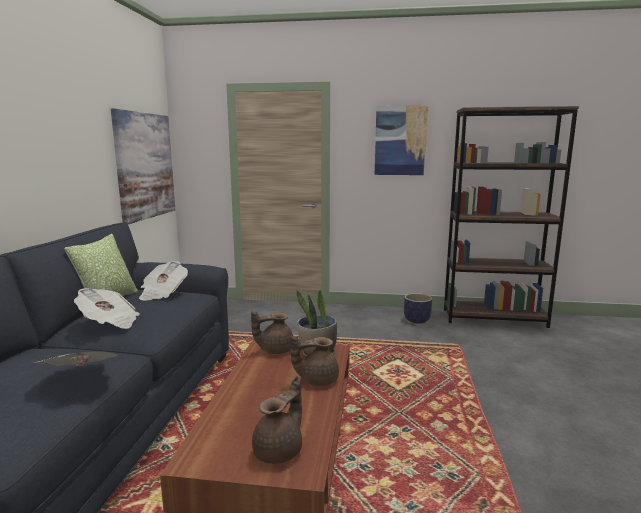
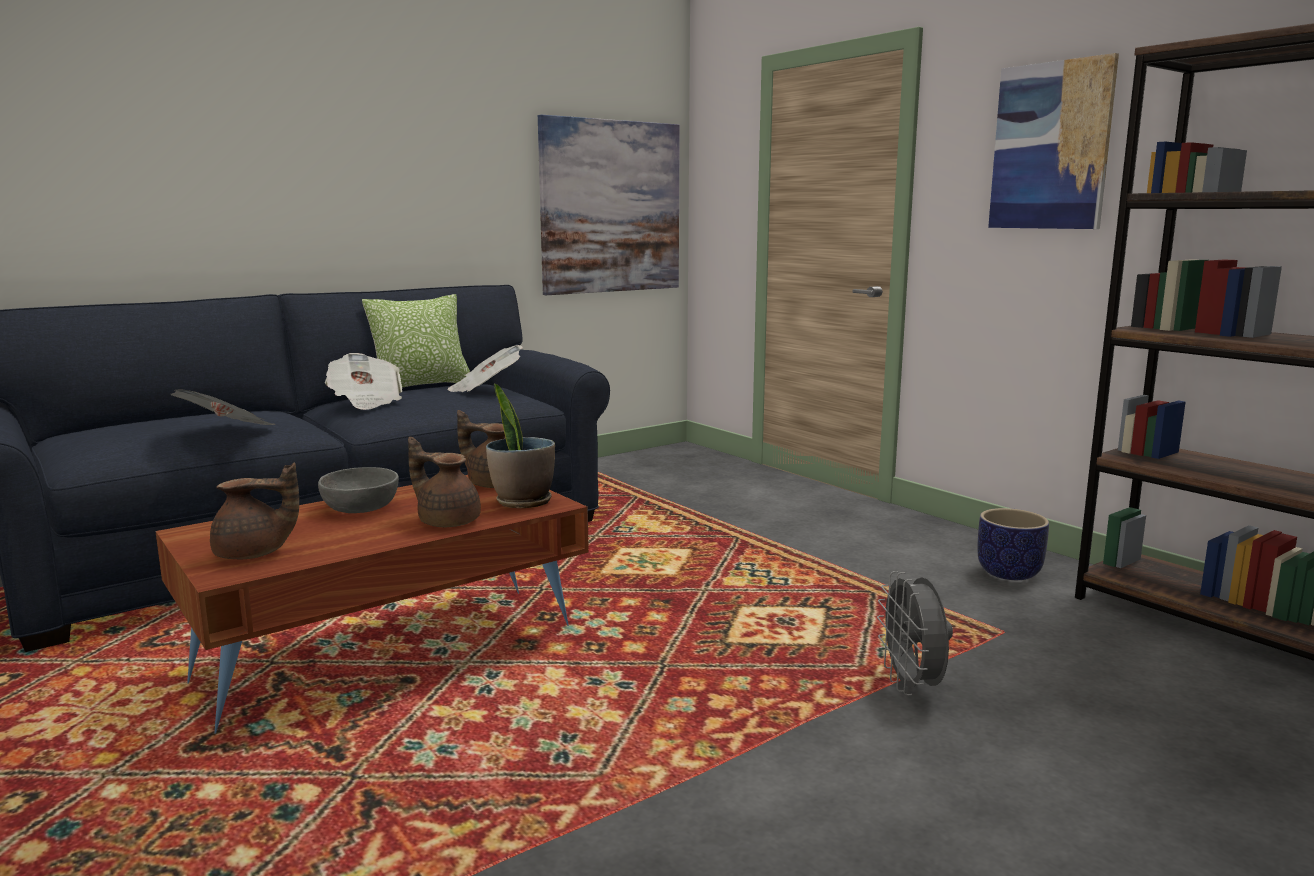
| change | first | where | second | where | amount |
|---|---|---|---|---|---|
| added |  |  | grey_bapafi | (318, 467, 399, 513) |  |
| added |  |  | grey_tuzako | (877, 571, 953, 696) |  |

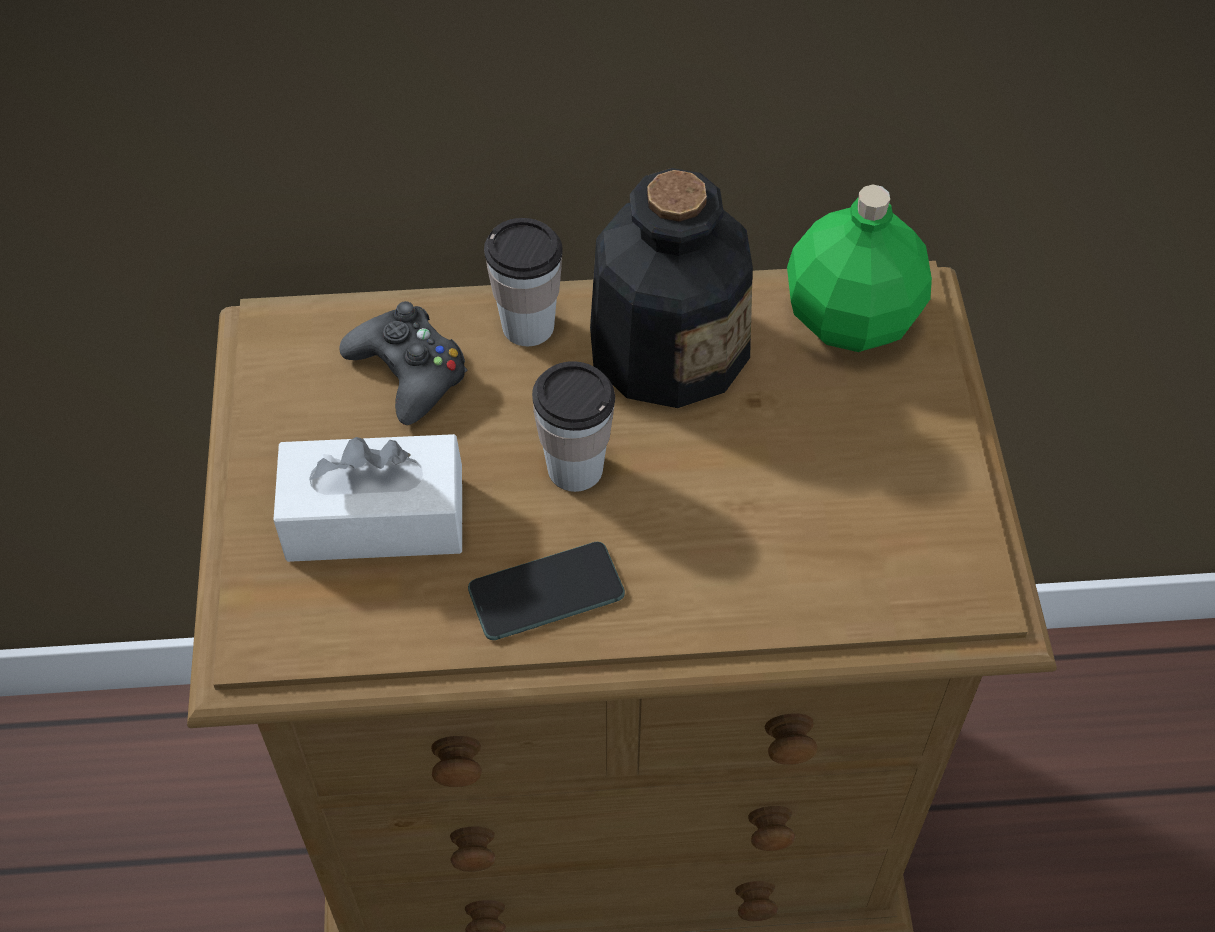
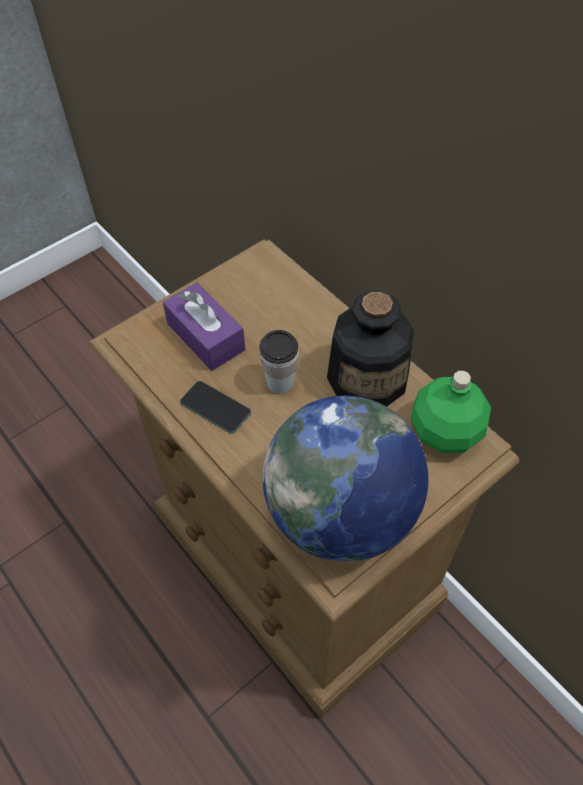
| change | first | where | second | where | amount |
|---|---|---|---|---|---|
| recoloured | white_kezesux | (273, 434, 462, 562) | purple_kezesux | (163, 282, 245, 371) |  |
| added |  |  | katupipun | (263, 395, 428, 562) |  |
| removed | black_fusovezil | (339, 301, 467, 425) |  |  |  |
| removed | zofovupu | (484, 218, 563, 346) |  |  |  |

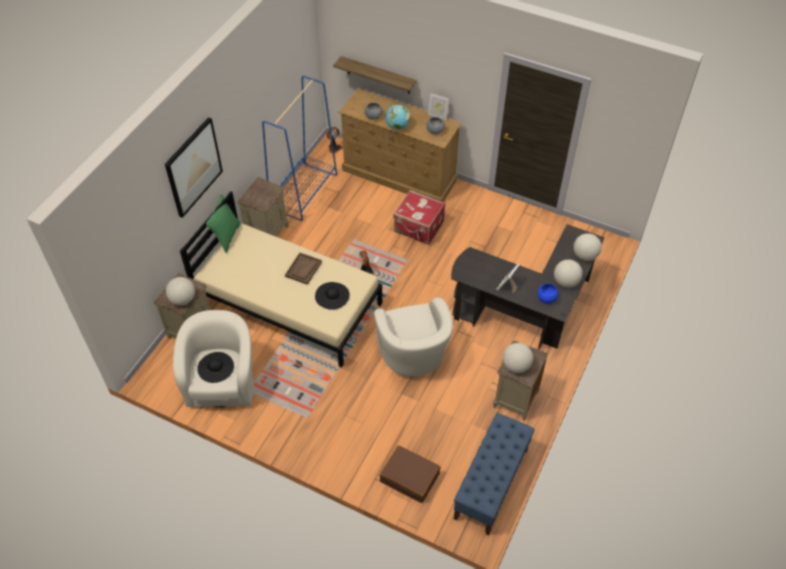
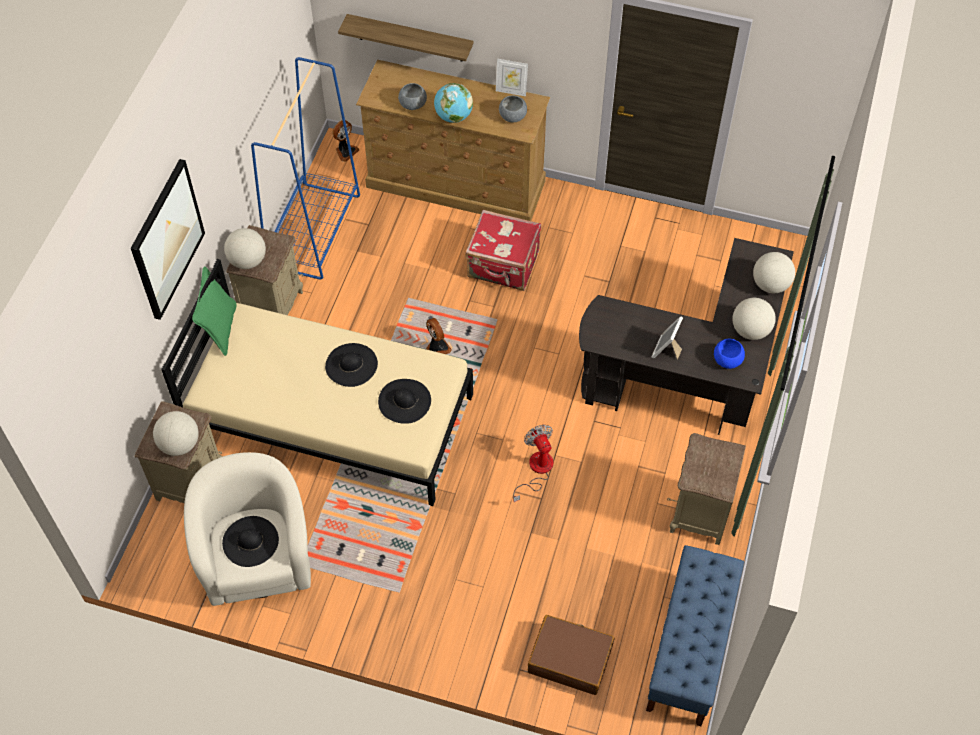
| change | first | where | second | where | amount |
|---|---|---|---|---|---|
| moved | katupipun | (503, 343, 533, 373) |  | (224, 228, 266, 269) |  |
| replaced | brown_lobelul | (285, 252, 322, 285) | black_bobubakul | (325, 343, 378, 387) |  |
| replaced | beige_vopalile | (374, 297, 453, 376) | tuzako | (513, 425, 553, 502) |  |

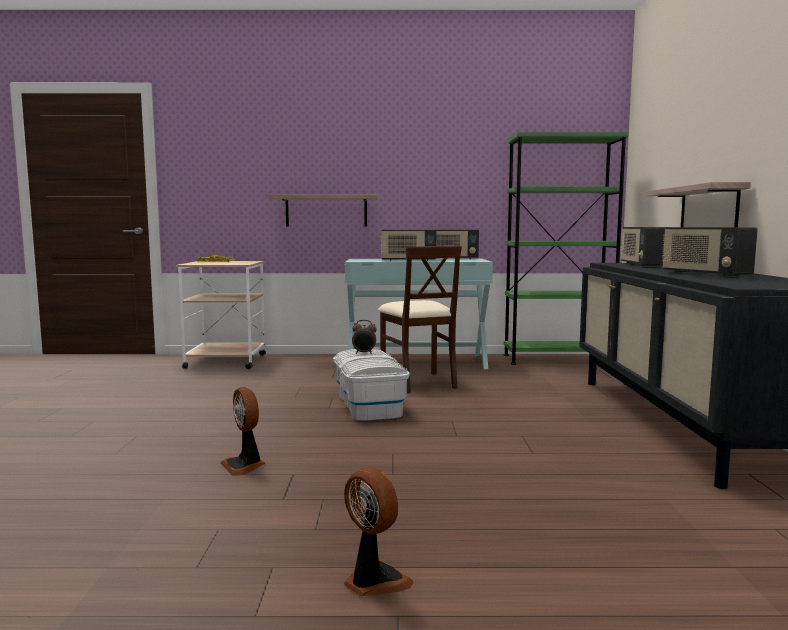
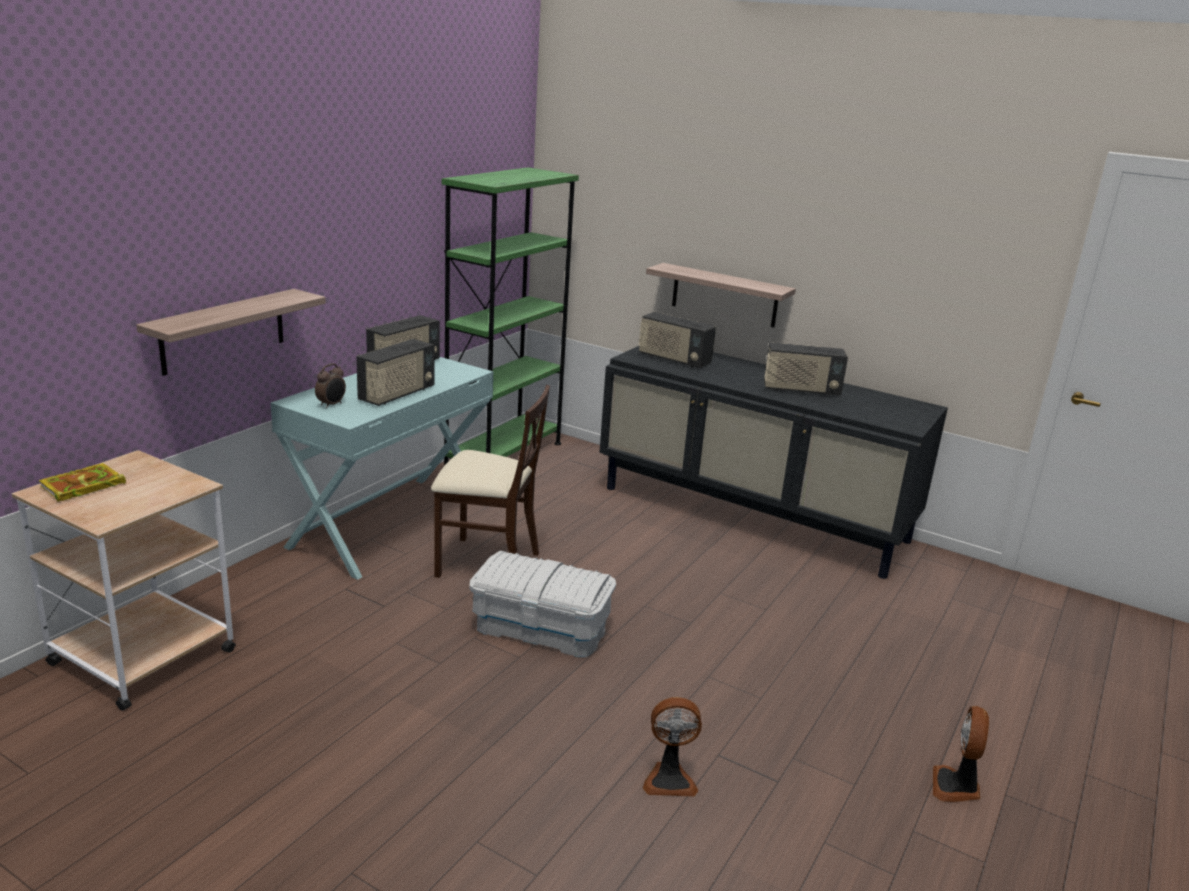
| change | first | where | second | where | amount |
|---|---|---|---|---|---|
| moved | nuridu | (352, 320, 377, 354) |  | (315, 363, 346, 408) |  |
| turned | tuzako | (344, 467, 414, 596) |  | (933, 706, 989, 802) | 60 degrees counterclockwise |

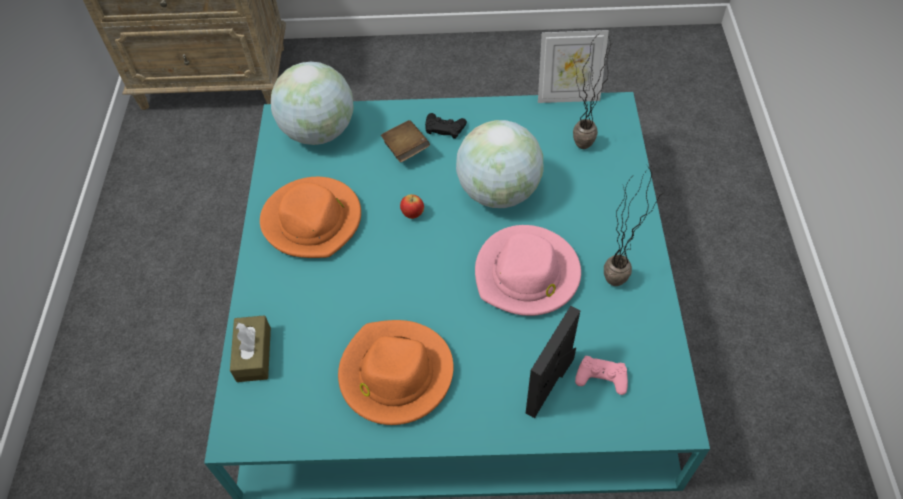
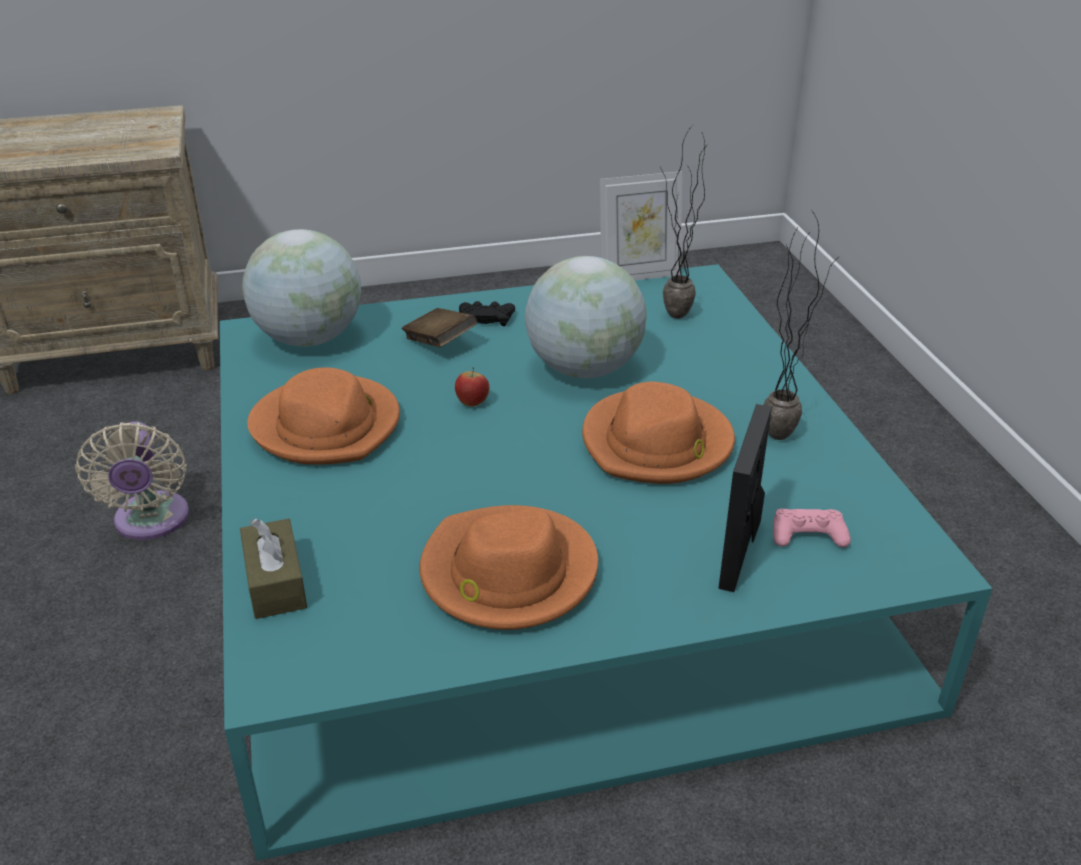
| change | first | where | second | where | amount |
|---|---|---|---|---|---|
| added |  |  | beige_tuzako | (75, 422, 189, 540) |  |
| recoloured | pink_bobubakul | (475, 225, 581, 316) | orange_bobubakul | (582, 382, 735, 484) |  |

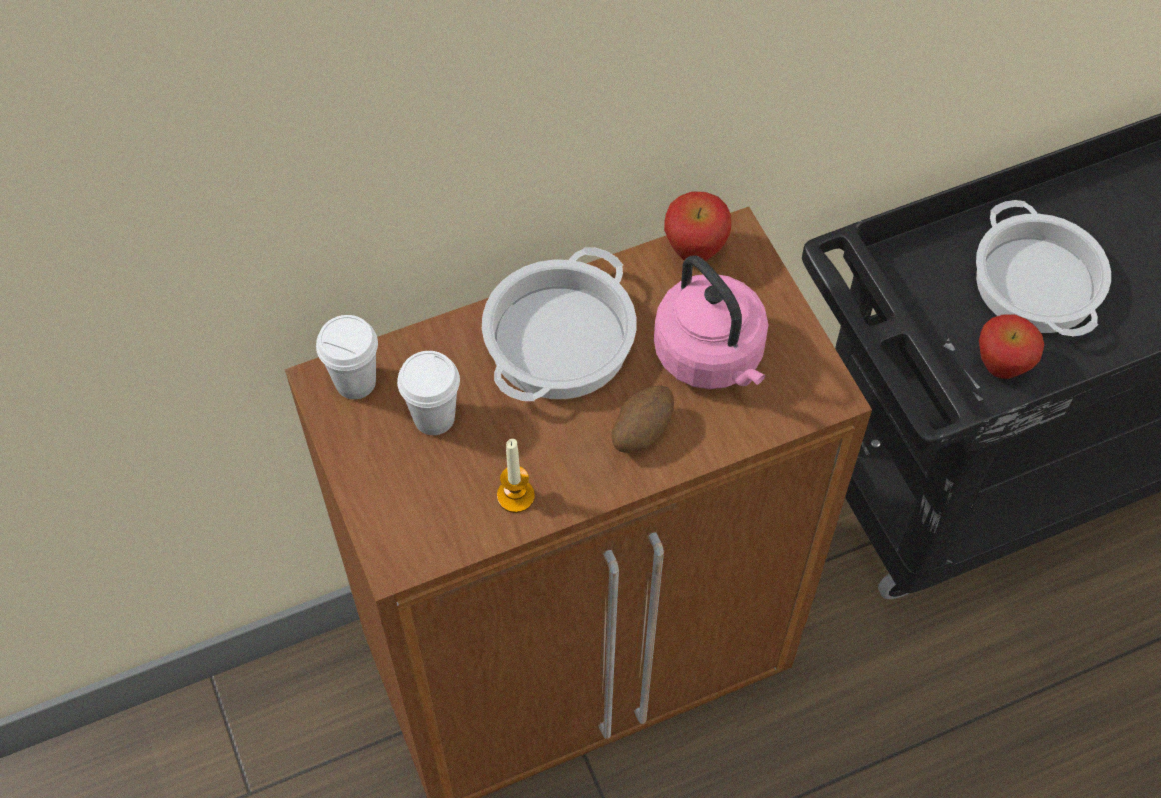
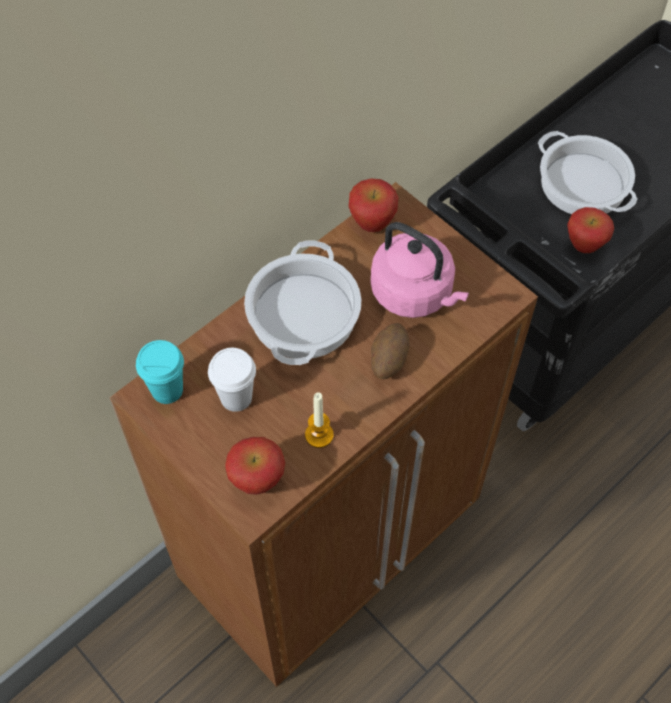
| change | first | where | second | where | amount |
|---|---|---|---|---|---|
| recoloured | white_zofovupu | (316, 315, 378, 399) | turquoise_zofovupu | (136, 340, 184, 404) |  |
| added |  |  | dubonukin | (225, 437, 285, 494) |  |

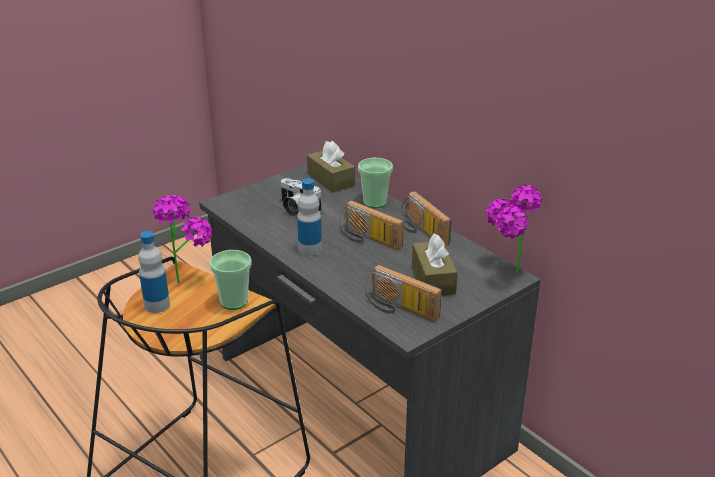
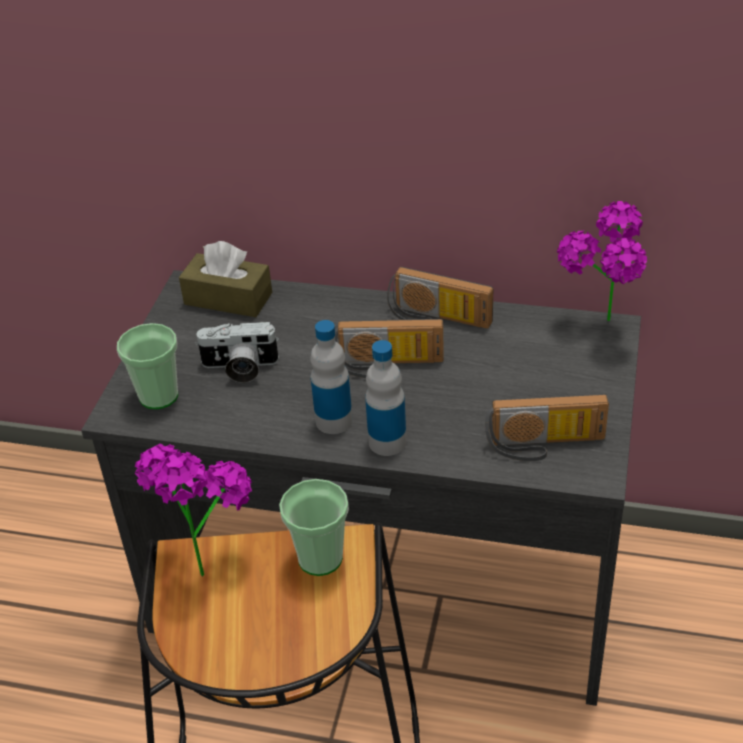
| change | first | where | second | where | amount |
|---|---|---|---|---|---|
| moved | zofovupu | (358, 158, 393, 208) |  | (117, 323, 178, 409) |  |
| moved | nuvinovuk | (138, 231, 170, 313) |  | (365, 340, 407, 456) |  |
| removed | brown_kezesux | (412, 233, 458, 296) |  |  |  |

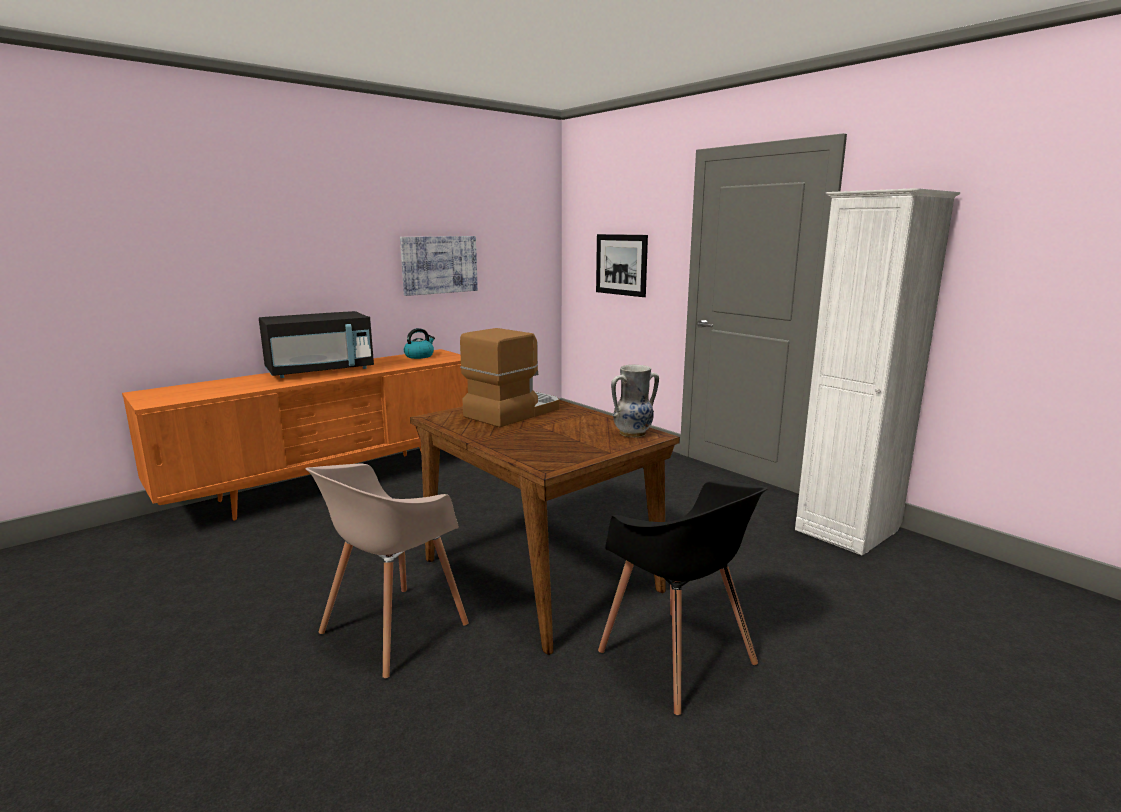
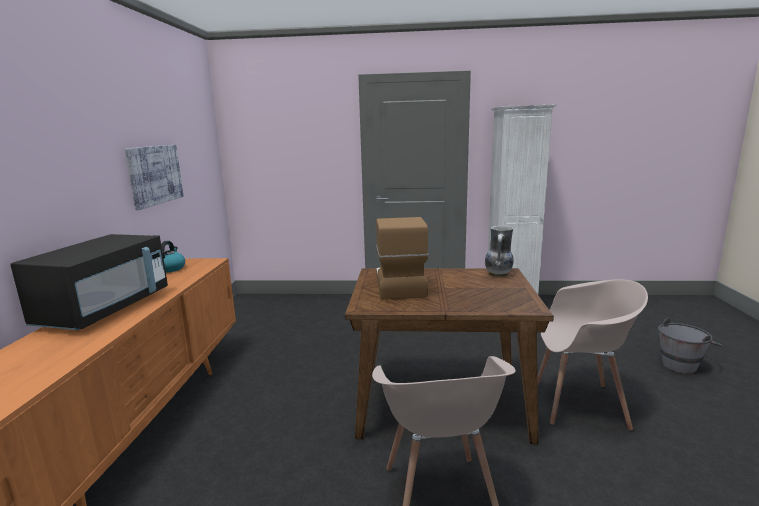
| change | first | where | second | where | amount |
|---|---|---|---|---|---|
| recoloured | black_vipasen | (598, 481, 768, 715) | beige_vipasen | (537, 279, 648, 430) |  |
| added |  |  | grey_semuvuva | (658, 319, 722, 374) |  |
| removed | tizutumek | (596, 234, 648, 297) |  |  |  |

